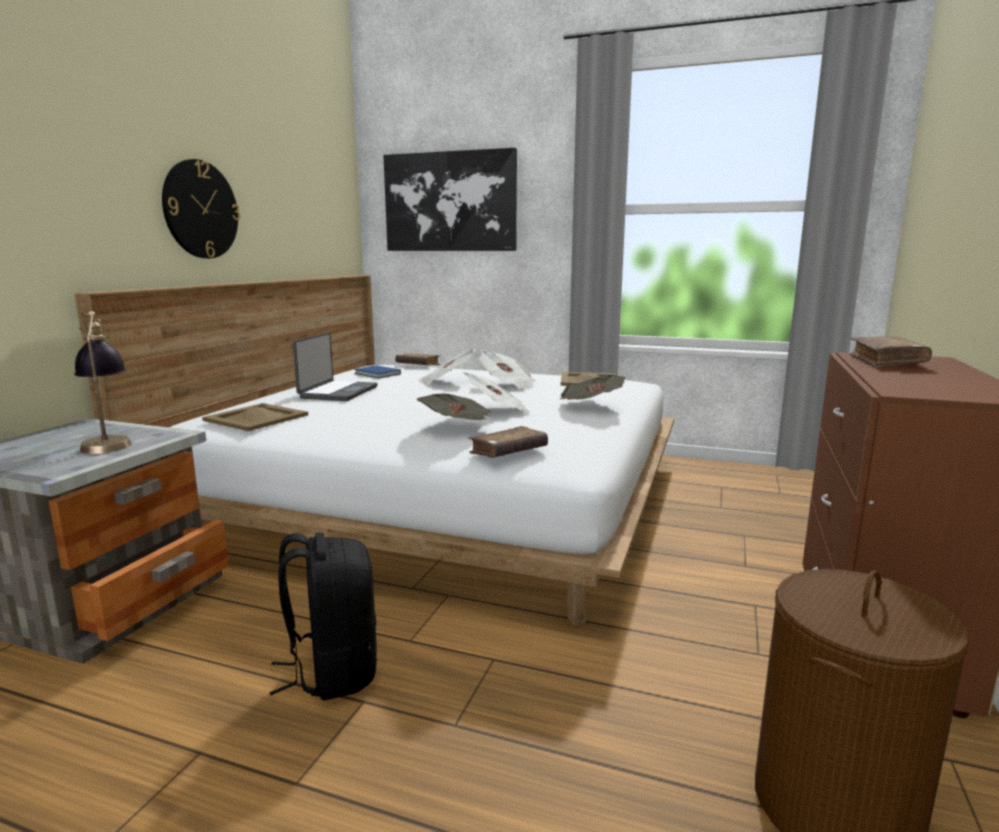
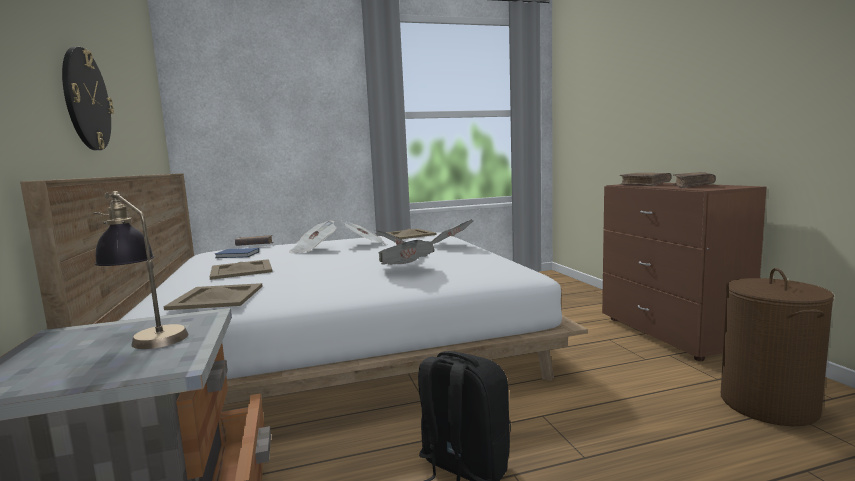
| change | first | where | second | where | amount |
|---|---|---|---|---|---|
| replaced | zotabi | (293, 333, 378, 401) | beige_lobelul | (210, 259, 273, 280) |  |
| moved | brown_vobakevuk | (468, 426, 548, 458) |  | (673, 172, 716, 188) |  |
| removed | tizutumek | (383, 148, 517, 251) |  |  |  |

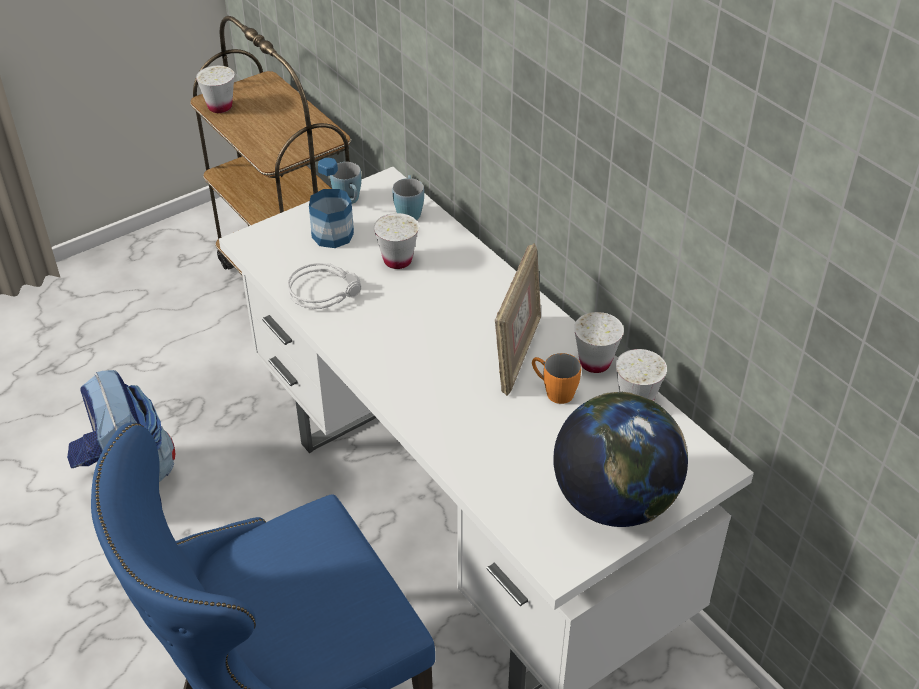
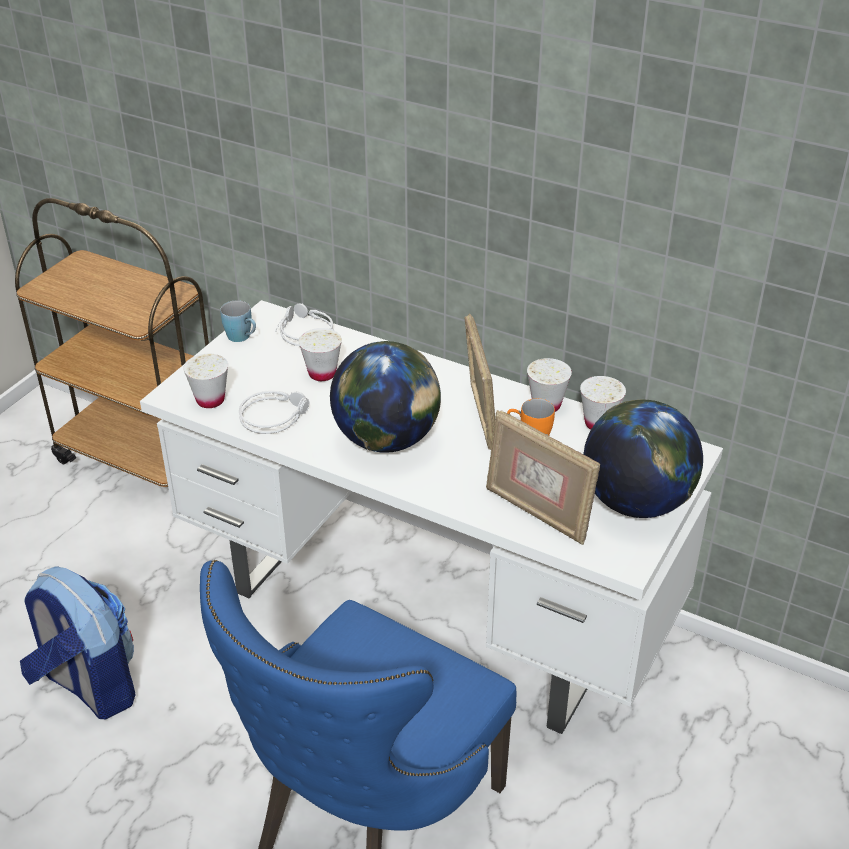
| change | first | where | second | where | amount |
|---|---|---|---|---|---|
| moved | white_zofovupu | (196, 66, 234, 113) |  | (183, 354, 228, 408) |  |
| replaced | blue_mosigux | (393, 175, 424, 220) | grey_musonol | (275, 303, 334, 346) |  |
| added |  |  | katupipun | (330, 341, 441, 453) |  |
| added |  |  | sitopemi | (486, 410, 600, 545) |  |
| removed | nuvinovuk | (309, 158, 354, 248) |  |  |  |

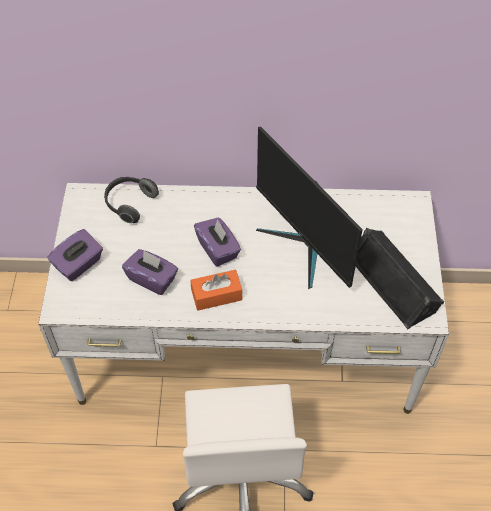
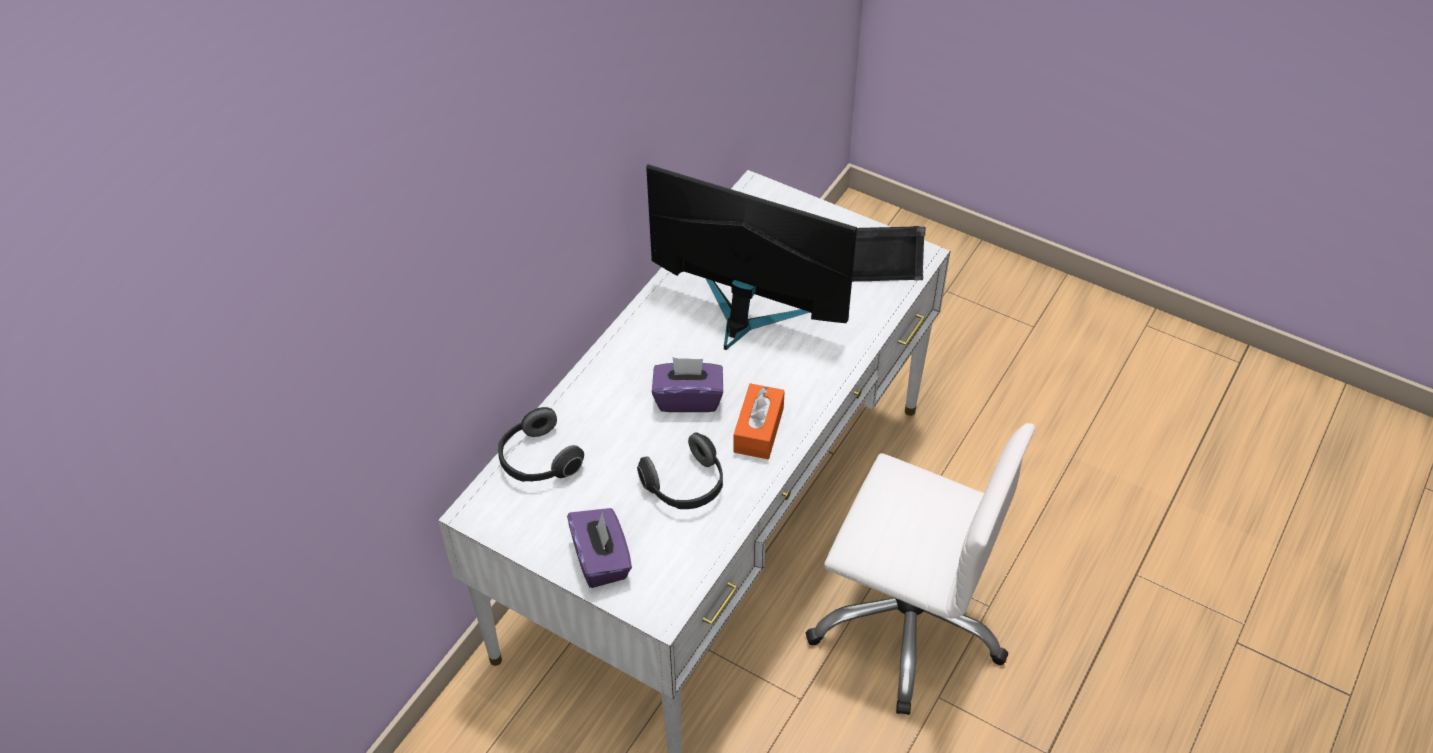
| change | first | where | second | where | amount |
|---|---|---|---|---|---|
| replaced | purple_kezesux | (122, 249, 178, 295) | musonol | (637, 432, 723, 509) |  |
| turned | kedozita | (256, 126, 363, 289) |  | (646, 164, 857, 350) | 150 degrees counterclockwise |

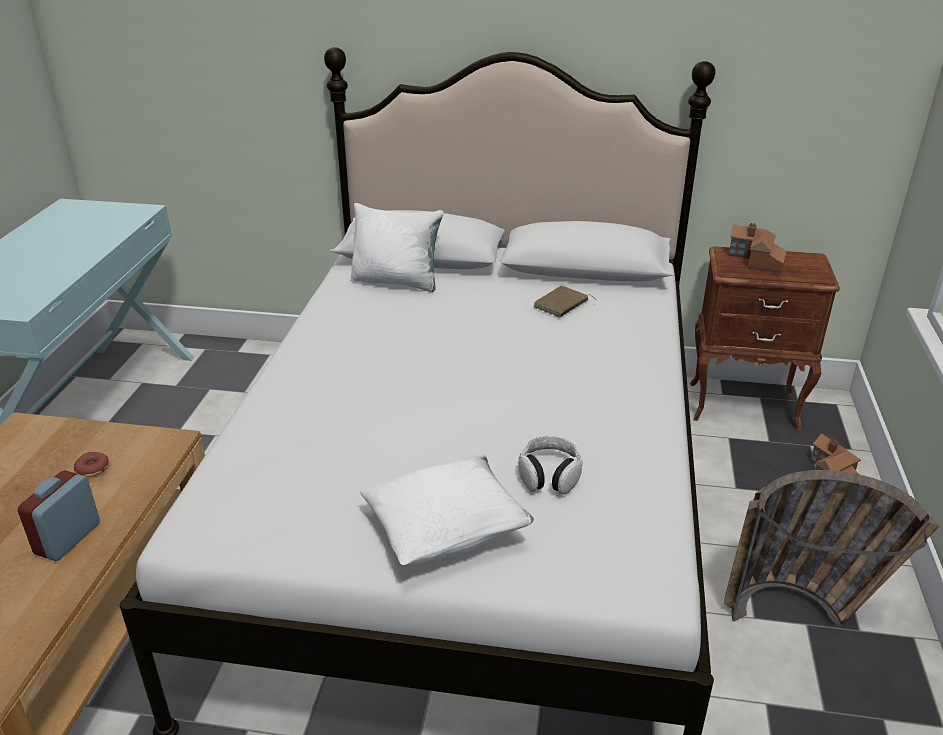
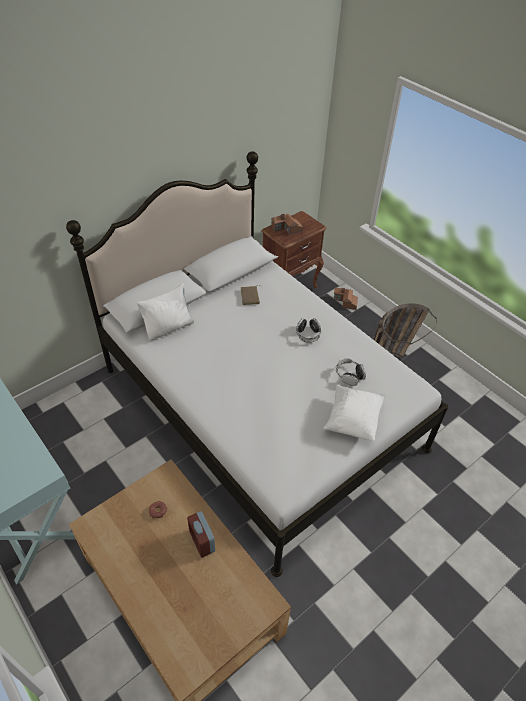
| change | first | where | second | where | amount |
|---|---|---|---|---|---|
| added |  |  | musonol | (296, 318, 322, 343) |  |

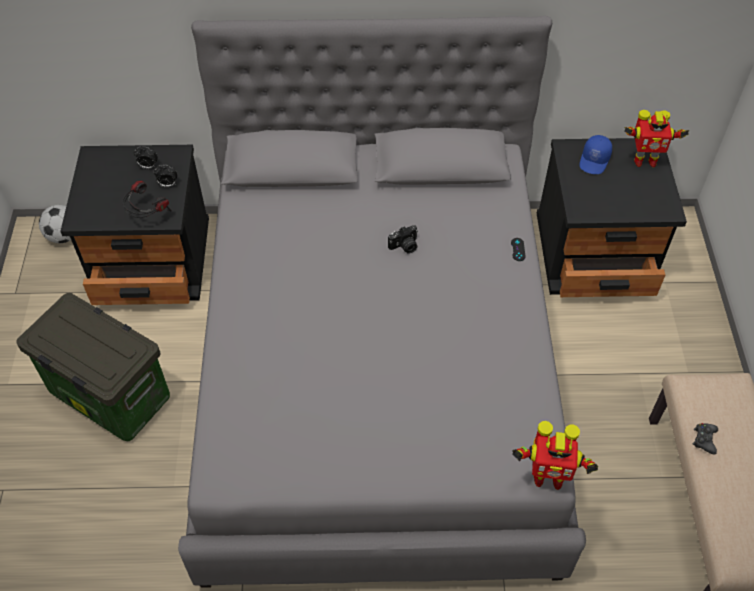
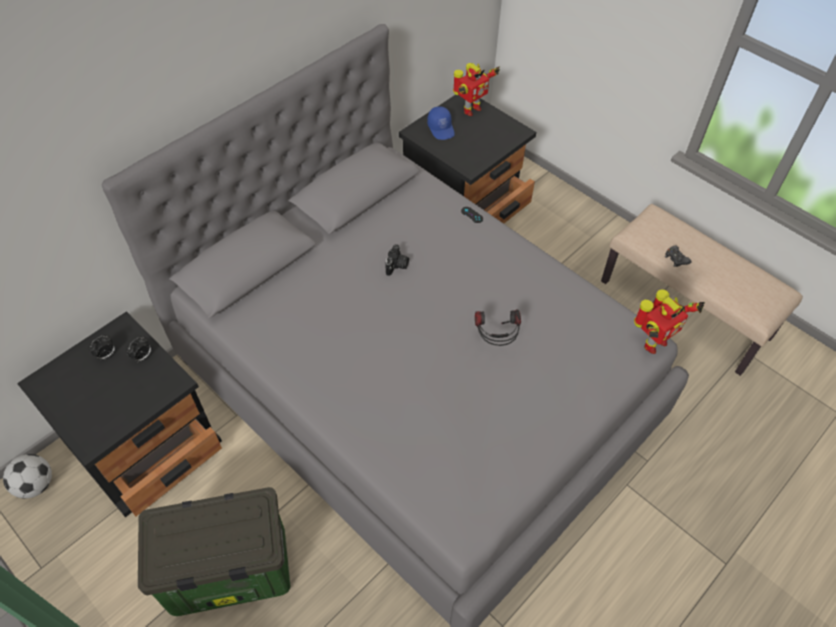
| change | first | where | second | where | amount |
|---|---|---|---|---|---|
| moved | musonol | (122, 181, 172, 218) |  | (475, 309, 521, 346) |  |

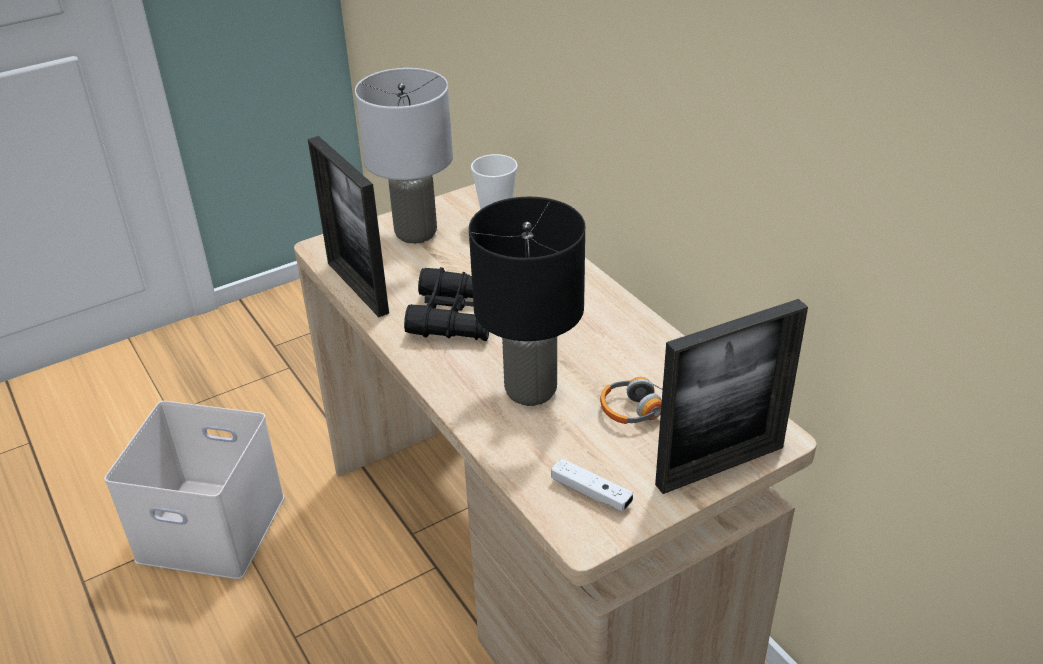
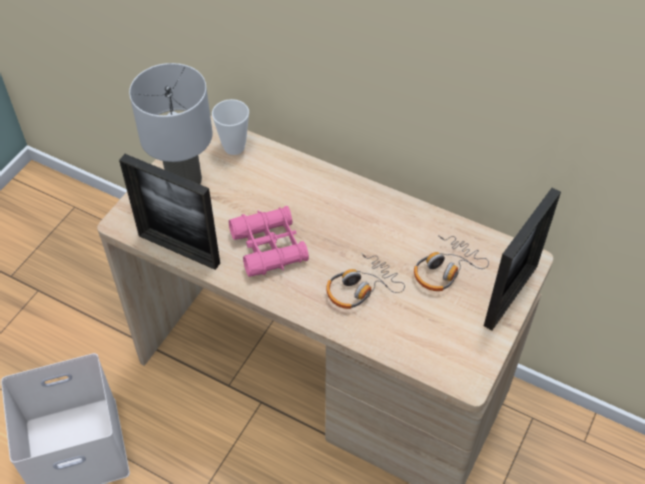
| change | first | where | second | where | amount |
|---|---|---|---|---|---|
| recoloured | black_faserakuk | (404, 267, 489, 341) | pink_faserakuk | (229, 206, 309, 277) |  |
| replaced | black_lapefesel | (469, 197, 585, 406) | musonol | (326, 253, 405, 309) |  |
| removed | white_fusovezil | (551, 458, 633, 511) |  |  |  |

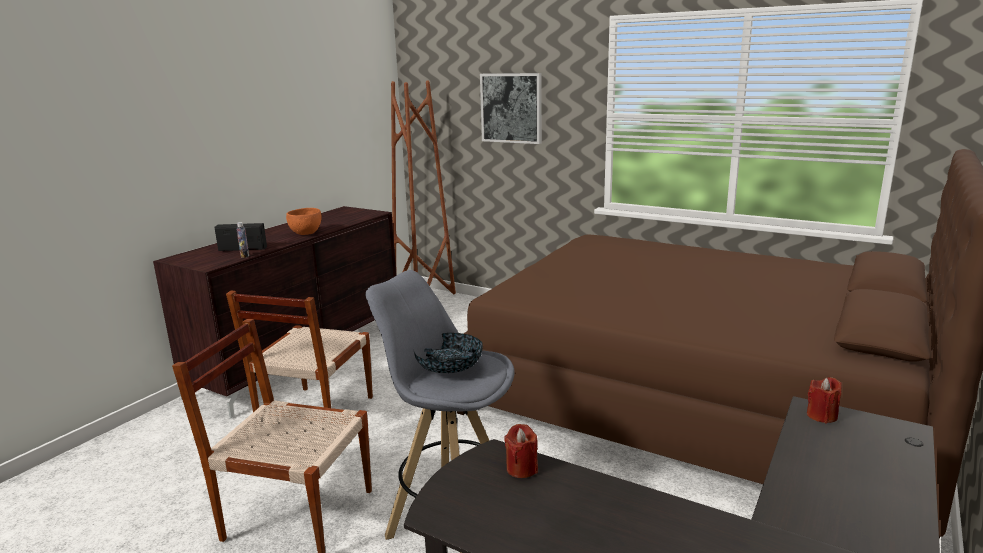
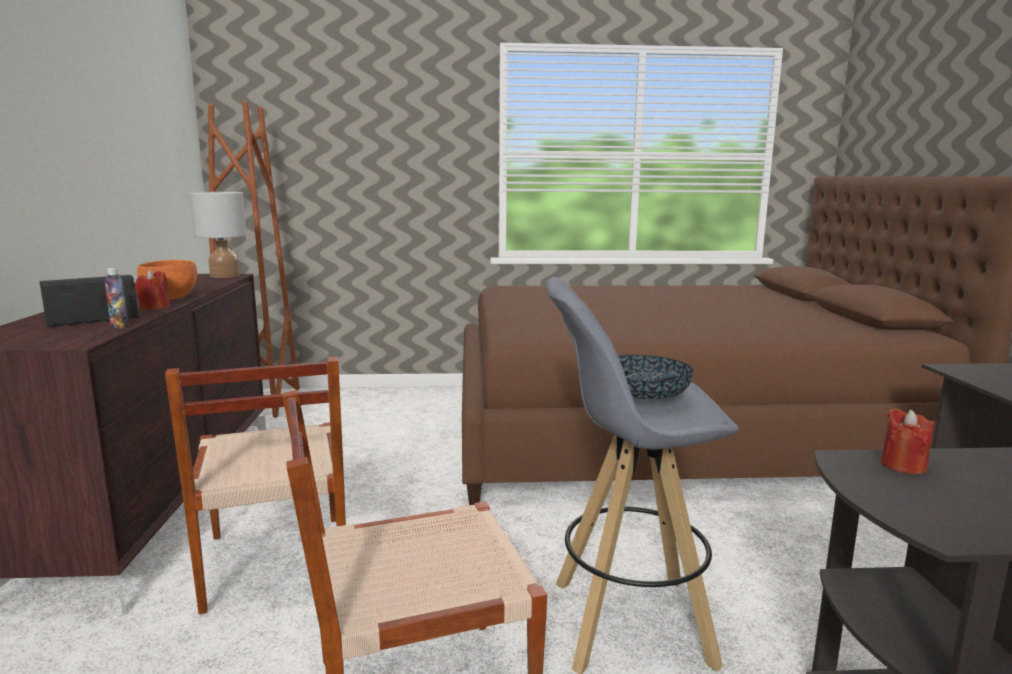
| change | first | where | second | where | amount |
|---|---|---|---|---|---|
| moved | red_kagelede | (807, 377, 842, 423) |  | (135, 270, 170, 310) |  |
| added |  |  | grey_lapefesel | (190, 192, 246, 278) |  |
| removed | tizutumek | (480, 73, 542, 144) |  |  |  |

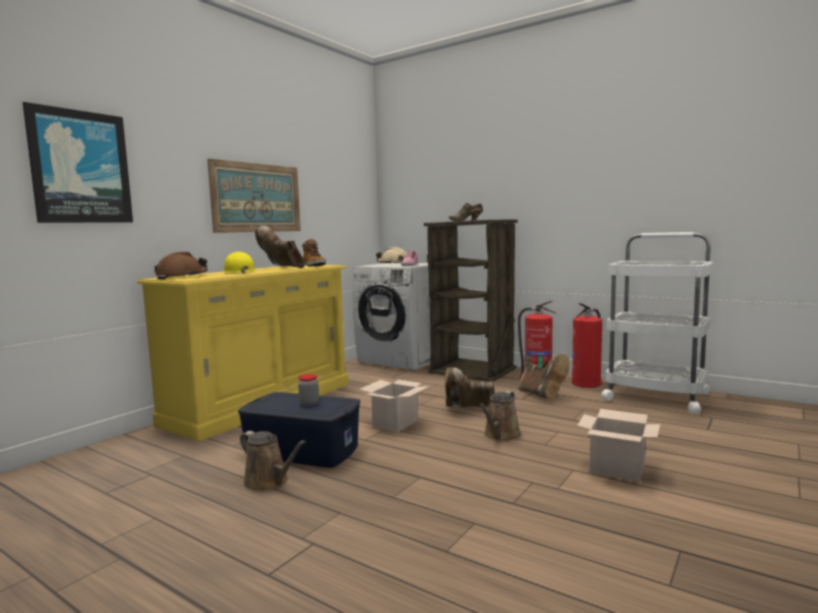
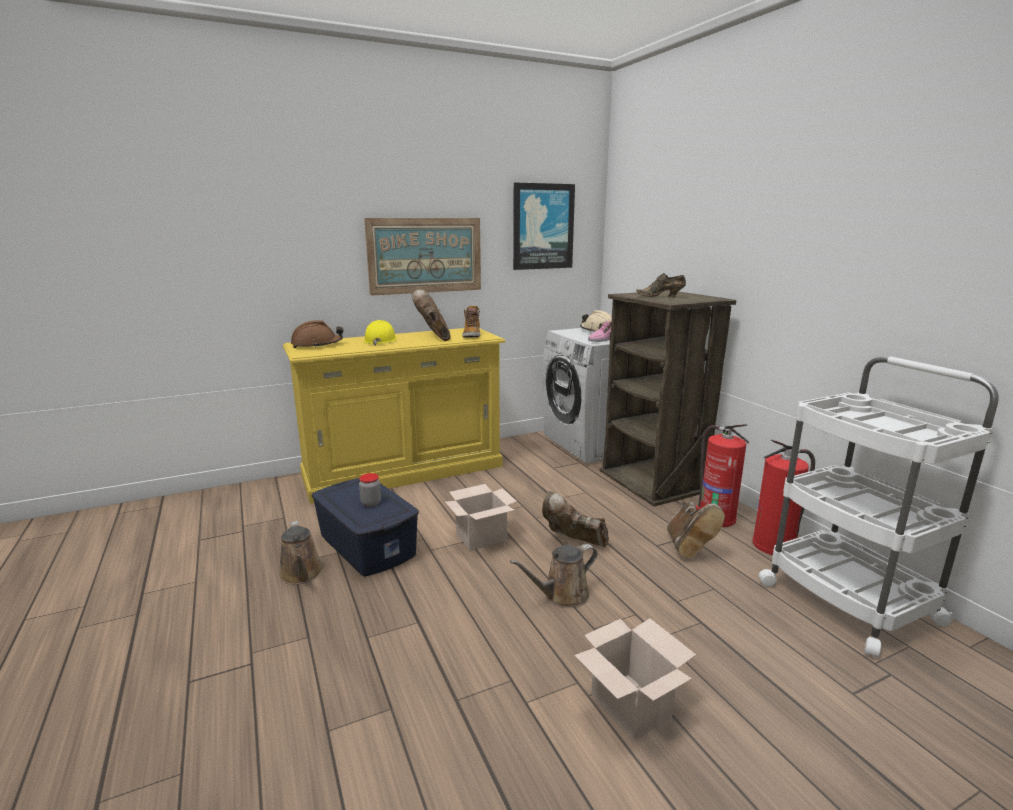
| change | first | where | second | where | amount |
|---|---|---|---|---|---|
| moved | tizutumek | (23, 102, 133, 223) |  | (513, 183, 575, 270) |  |

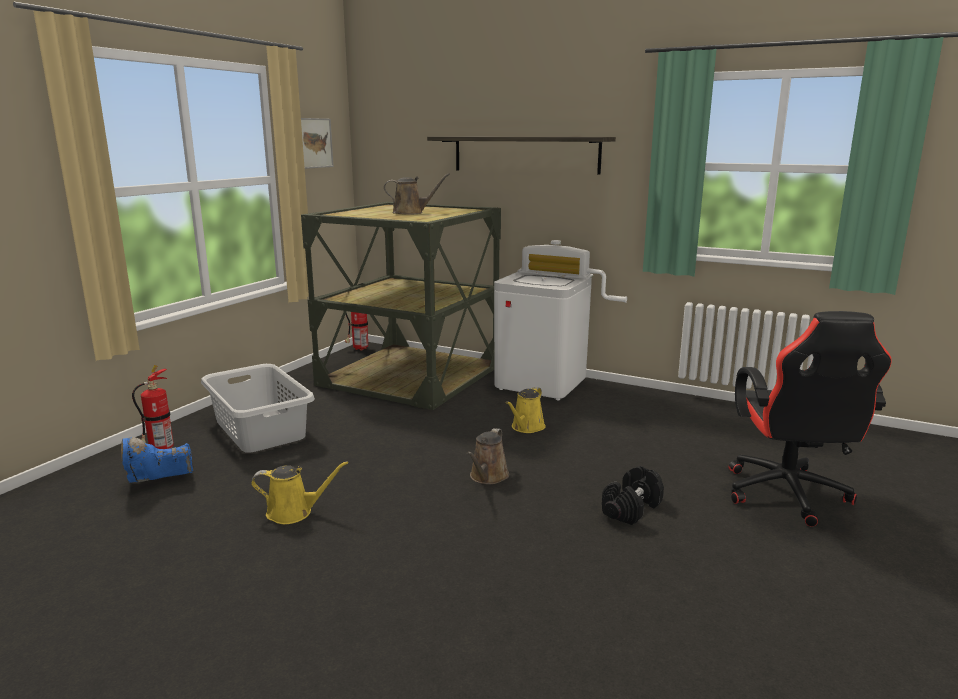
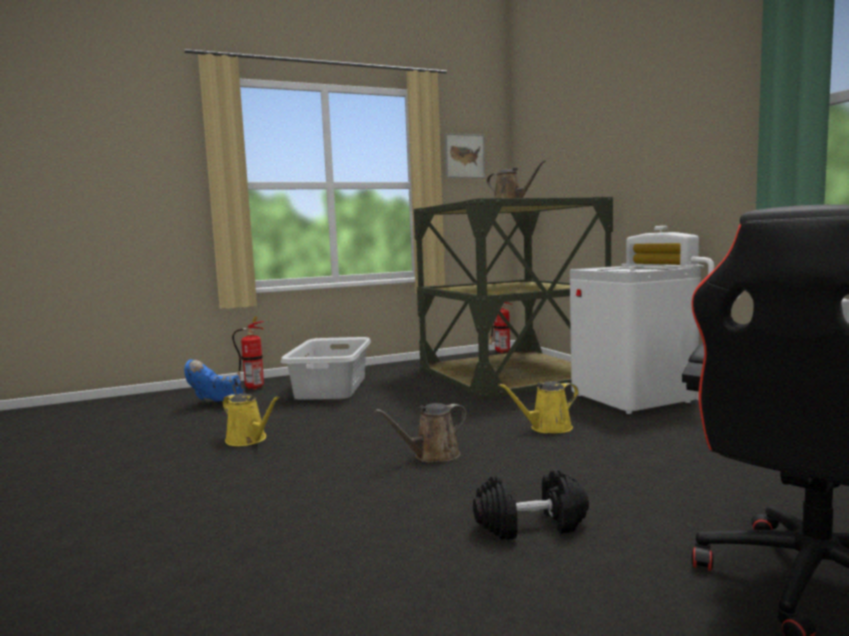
| change | first | where | second | where | amount |
|---|---|---|---|---|---|
| removed | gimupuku | (427, 136, 616, 174) |  |  |  |

